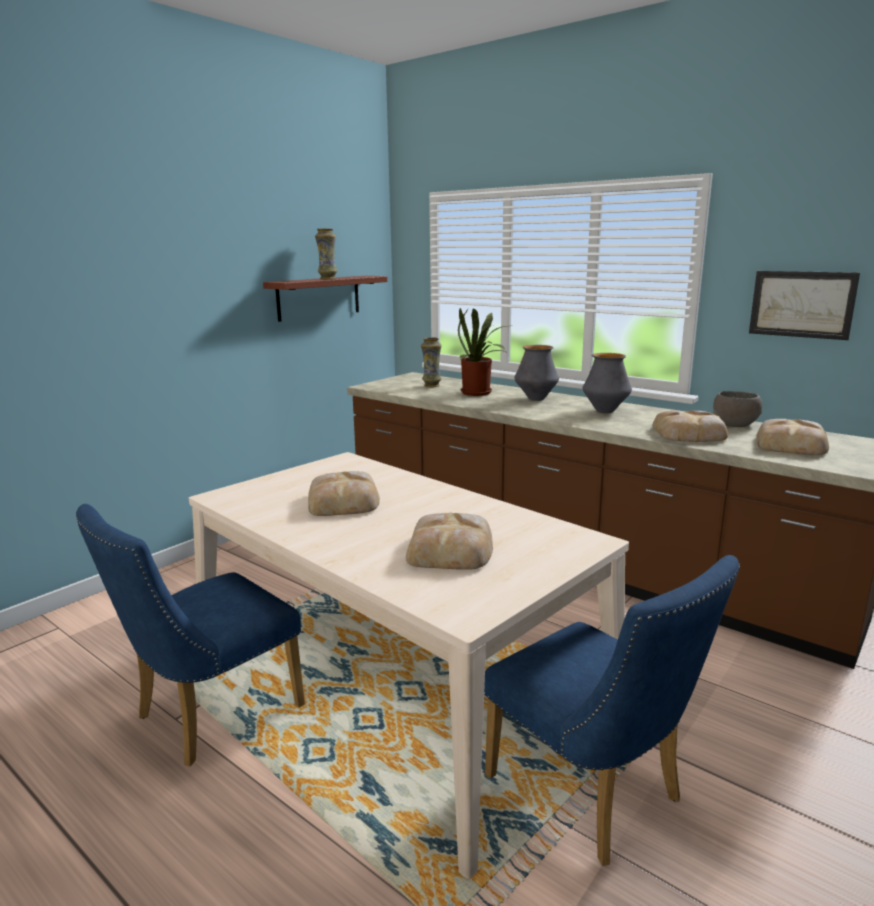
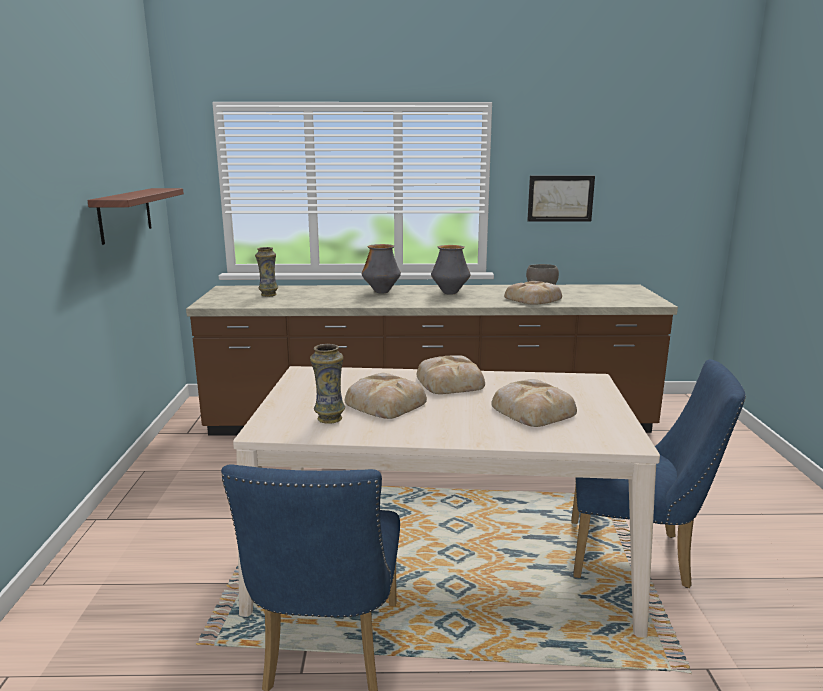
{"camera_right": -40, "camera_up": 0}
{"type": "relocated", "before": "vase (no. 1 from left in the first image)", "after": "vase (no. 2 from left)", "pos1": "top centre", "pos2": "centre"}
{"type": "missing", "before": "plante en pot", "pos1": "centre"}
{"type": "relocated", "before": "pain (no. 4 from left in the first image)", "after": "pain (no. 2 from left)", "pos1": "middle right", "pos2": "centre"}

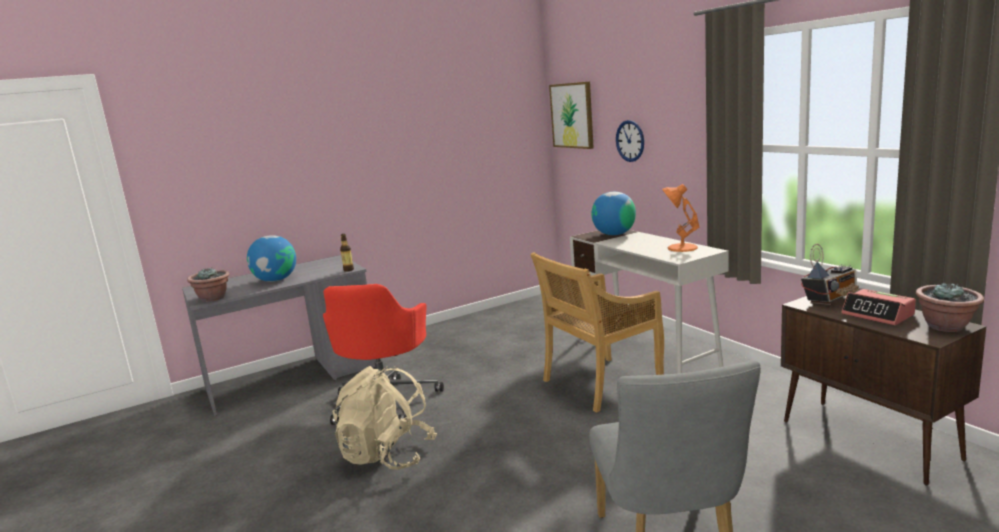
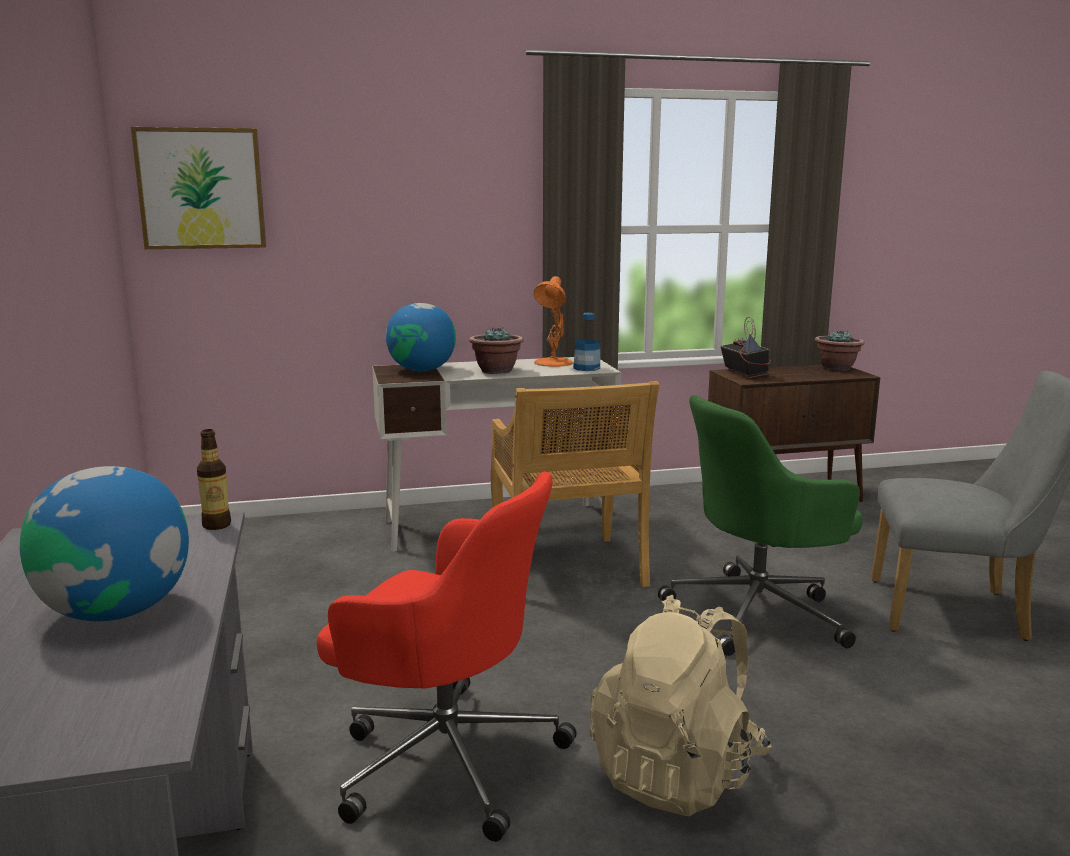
{"camera_right": -75, "camera_up": 0}
{"type": "relocated", "before": "plante en pot (no. 1 from left)", "pos1": "middle left", "pos2": "centre"}
{"type": "missing", "before": "horloge murale", "pos1": "top centre"}
{"type": "missing", "before": "réveil", "pos1": "middle right"}
{"type": "appeared", "after": "bouteille (no. 2 from left)", "pos2": "centre"}
{"type": "appeared", "after": "chaise de bureau [vert]", "pos2": "middle right"}

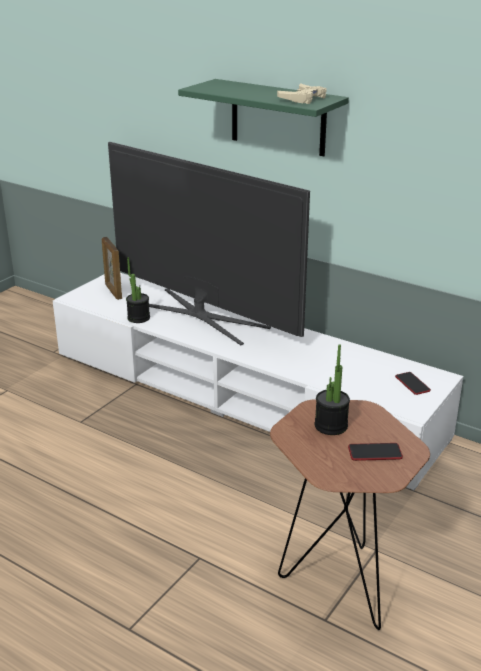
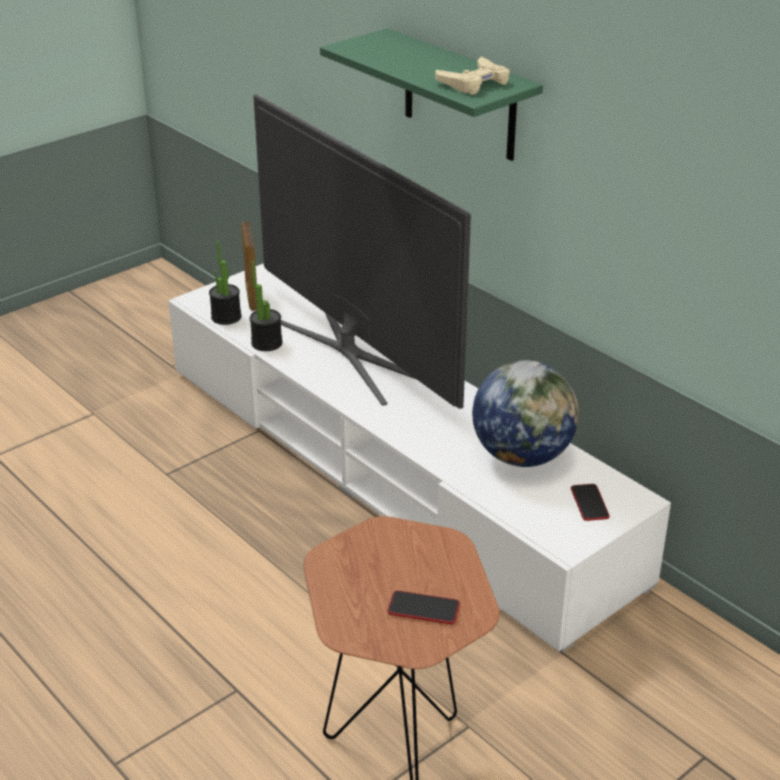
{"camera_right": 15, "camera_up": 5}
{"type": "relocated", "before": "plante en pot (no. 2 from left in the first image)", "after": "plante en pot (no. 1 from left)", "pos1": "middle right", "pos2": "middle left"}
{"type": "appeared", "after": "globe", "pos2": "middle right"}

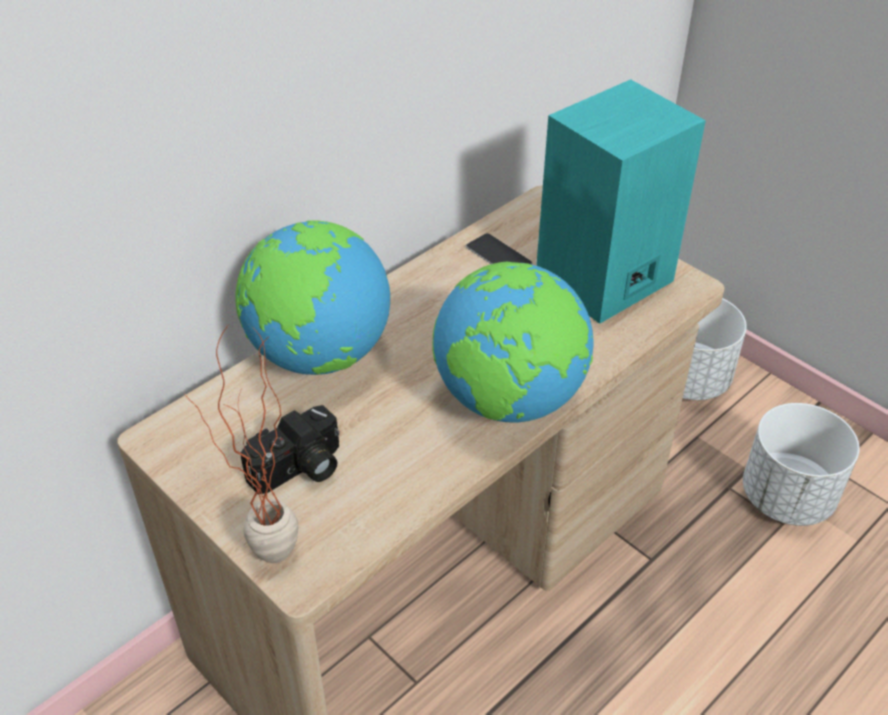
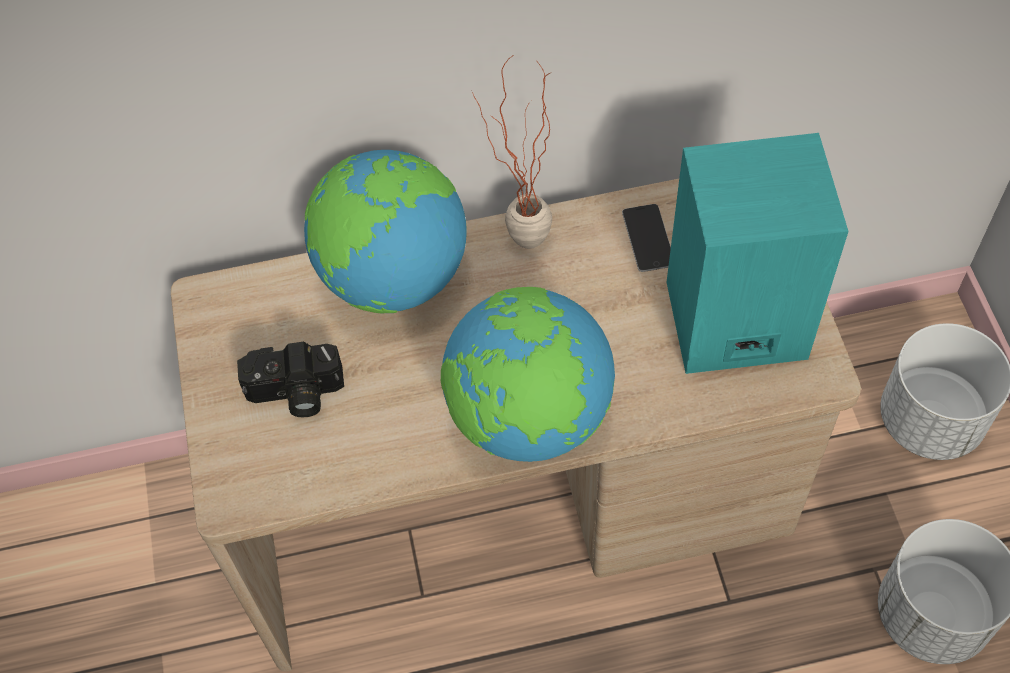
{"camera_right": 35, "camera_up": 15}
{"type": "relocated", "before": "plante en pot", "pos1": "middle left", "pos2": "top centre"}

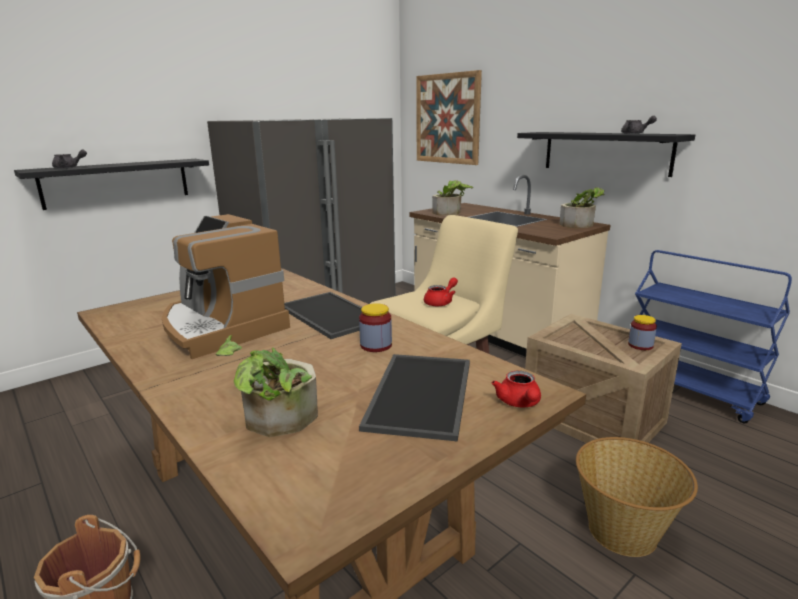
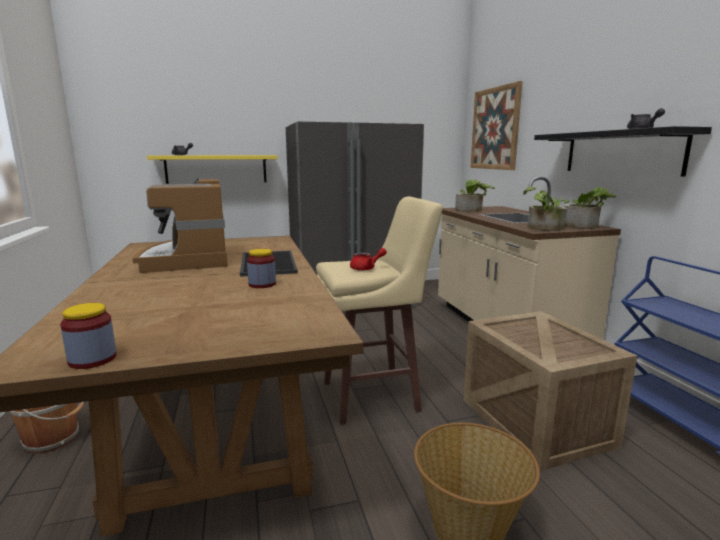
{"camera_right": 25, "camera_up": -5}
{"type": "colour", "before": "étagère [noir] (no. 1 from left)", "after": "étagère [jaune]", "pos1": "top left", "pos2": "top left"}
{"type": "relocated", "before": "plante en pot (no. 1 from left in the first image)", "after": "plante en pot (no. 2 from left)", "pos1": "centre", "pos2": "middle right"}
{"type": "missing", "before": "plateau (no. 2 from left)", "pos1": "centre"}
{"type": "missing", "before": "théière [rouge] (no. 2 from left)", "pos1": "centre"}
{"type": "relocated", "before": "bocal (no. 2 from left in the first image)", "after": "bocal (no. 1 from left)", "pos1": "middle right", "pos2": "middle left"}

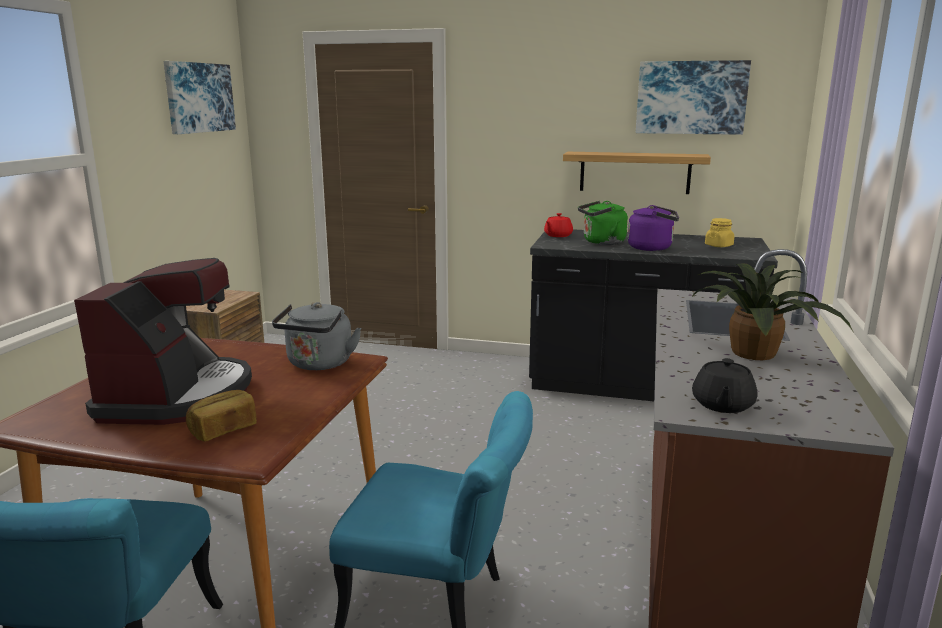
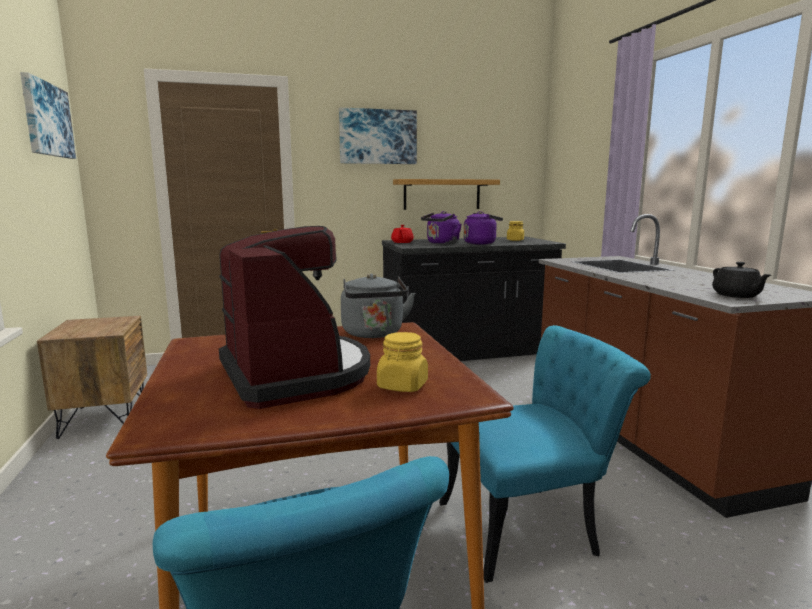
{"camera_right": -30, "camera_up": -5}
{"type": "exchanged", "before": "pain", "after": "bocal [jaune] (no. 1 from left)", "pos1": "middle left", "pos2": "centre"}
{"type": "colour", "before": "bouilloire [vert]", "after": "bouilloire [violet] (no. 1 from left)", "pos1": "centre", "pos2": "centre"}
{"type": "relocated", "before": "tableau (no. 2 from left)", "pos1": "top right", "pos2": "top centre"}
{"type": "missing", "before": "plante en pot", "pos1": "middle right"}

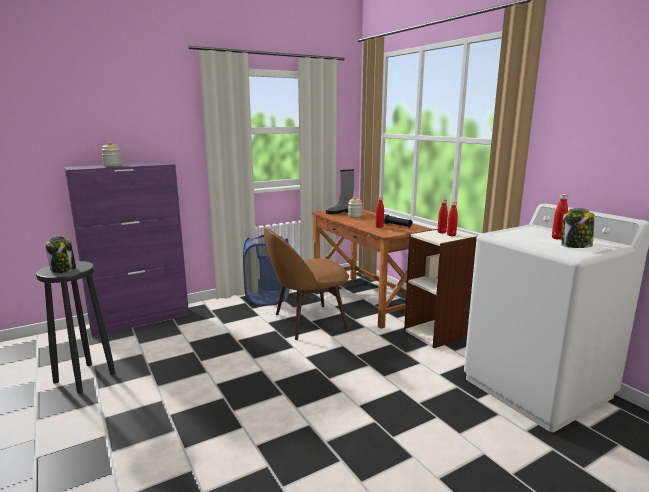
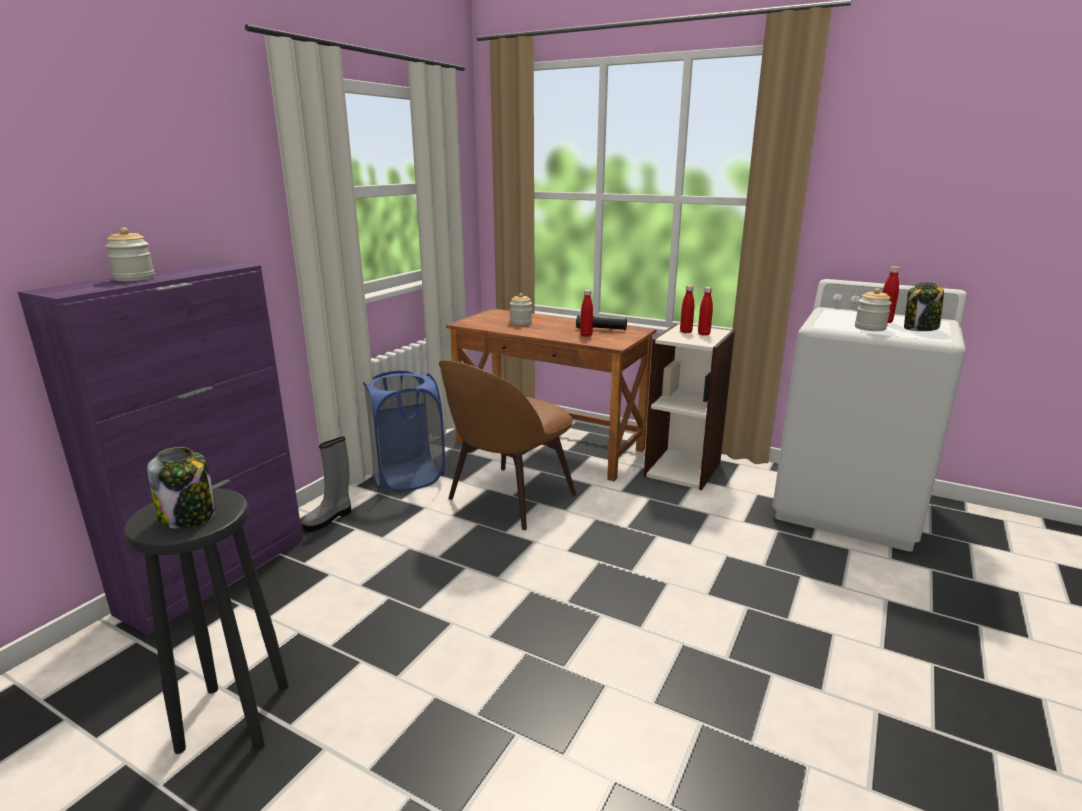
{"camera_right": -30, "camera_up": 5}
{"type": "relocated", "before": "botte [gris]", "pos1": "centre", "pos2": "middle left"}
{"type": "appeared", "after": "bocal (no. 4 from left)", "pos2": "middle right"}

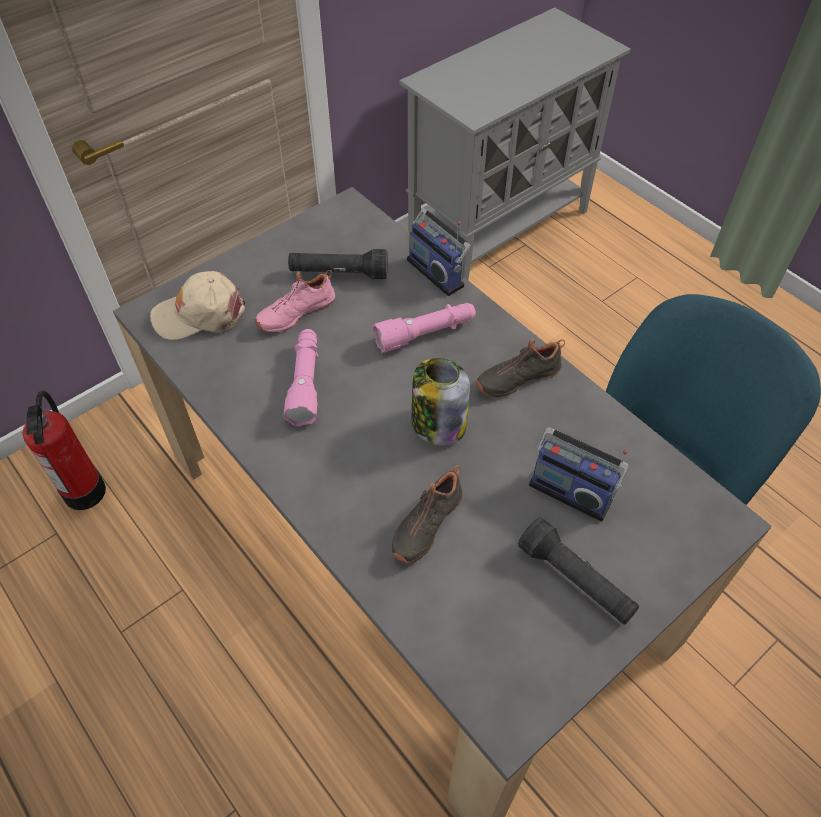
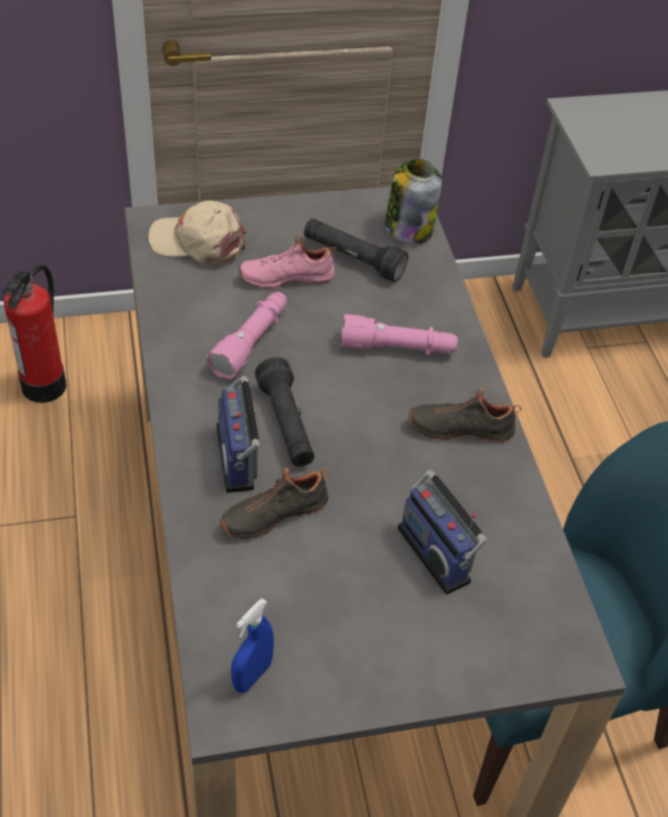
{"camera_right": 25, "camera_up": -5}
{"type": "relocated", "before": "radio (no. 1 from left)", "pos1": "top centre", "pos2": "centre"}
{"type": "relocated", "before": "bocal", "pos1": "centre", "pos2": "top centre"}
{"type": "relocated", "before": "lampe de poche [noir] (no. 2 from left in the first image)", "after": "lampe de poche [noir] (no. 1 from left)", "pos1": "bottom right", "pos2": "centre"}
{"type": "appeared", "after": "vaporisateur [bleu]", "pos2": "bottom centre"}

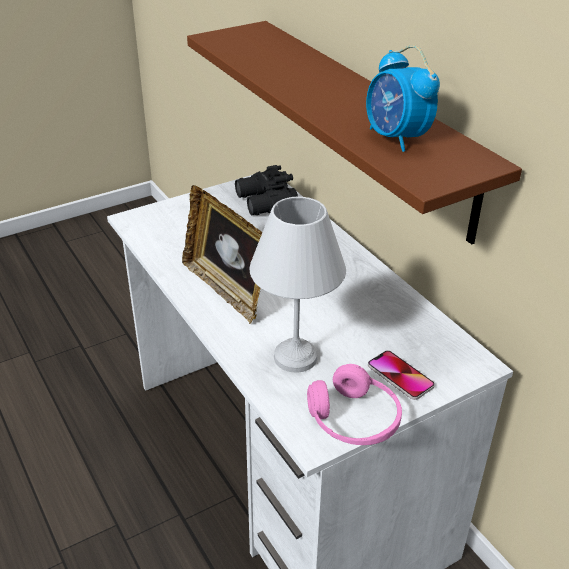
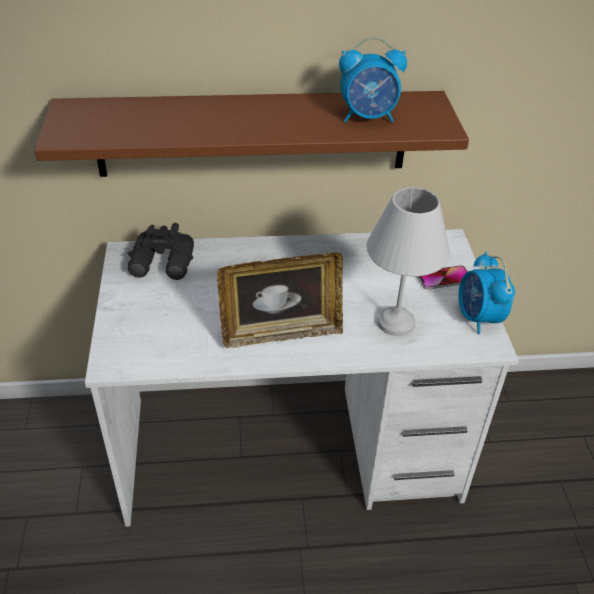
{"camera_right": -65, "camera_up": 5}
{"type": "exchanged", "before": "casque audio [rose]", "after": "réveil (no. 2 from left)", "pos1": "bottom centre", "pos2": "middle right"}

